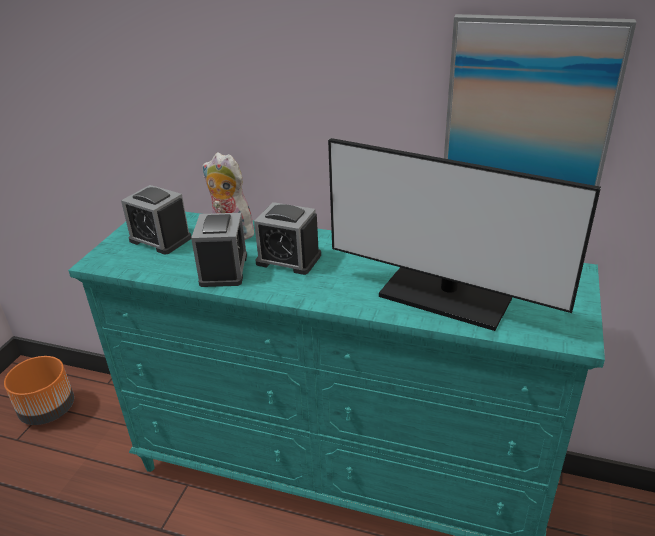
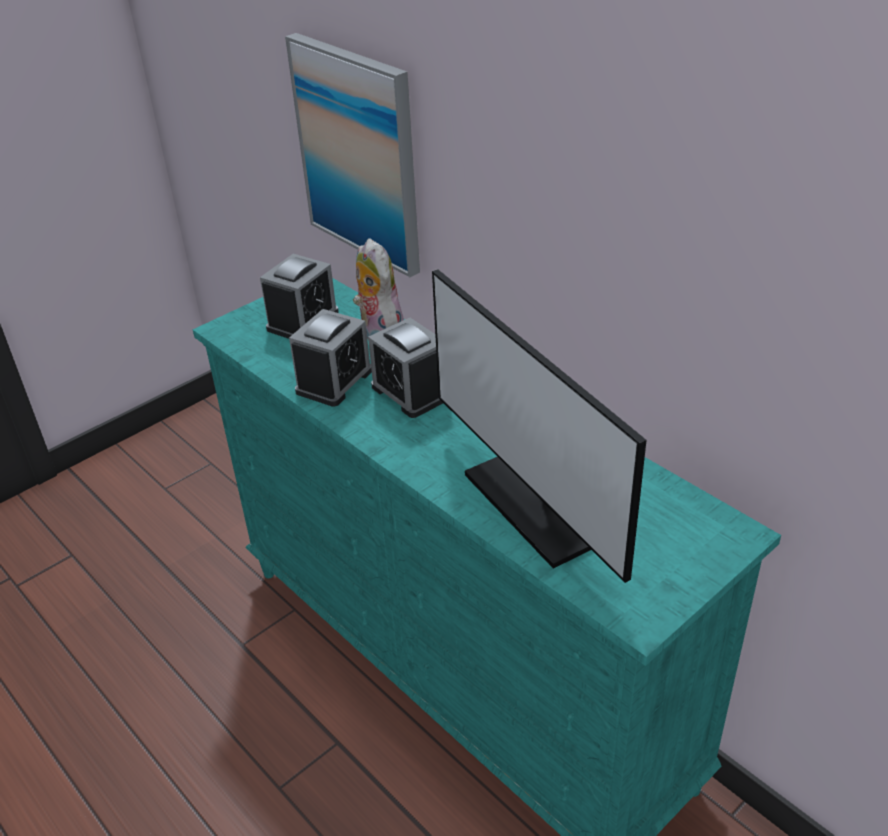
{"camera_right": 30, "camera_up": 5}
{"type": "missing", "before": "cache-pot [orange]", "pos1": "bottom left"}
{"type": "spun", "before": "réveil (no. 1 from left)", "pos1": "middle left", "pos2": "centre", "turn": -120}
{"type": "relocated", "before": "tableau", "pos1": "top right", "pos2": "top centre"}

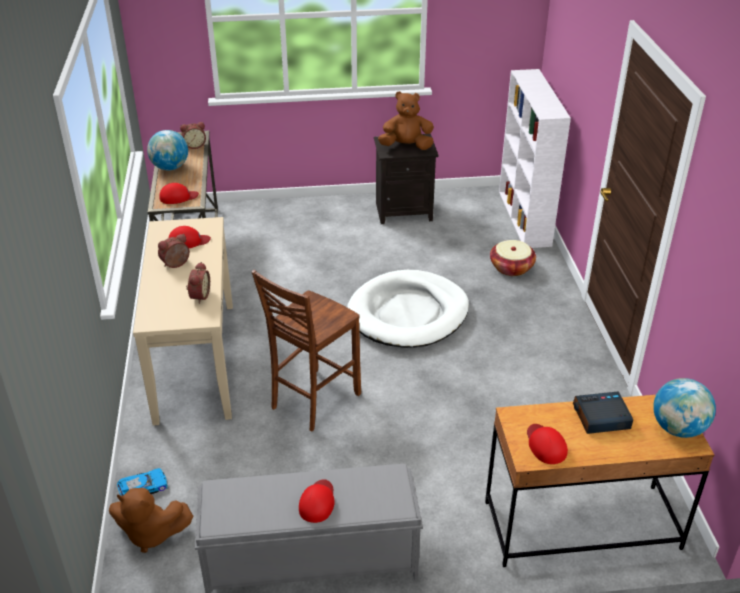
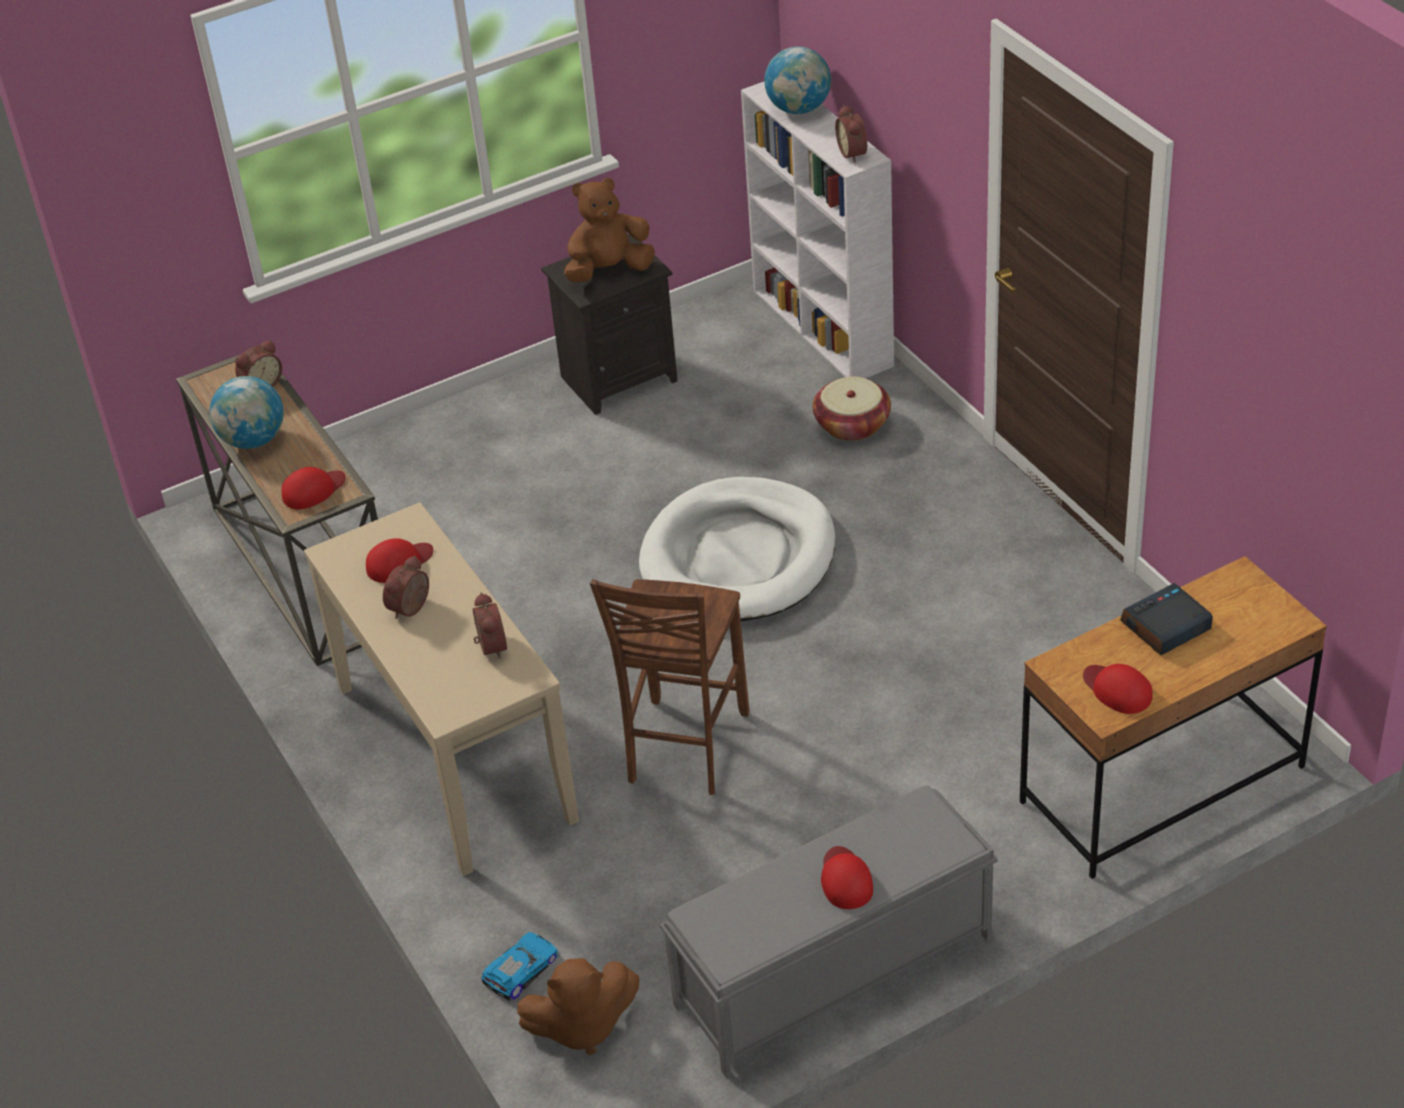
{"camera_right": -20, "camera_up": 5}
{"type": "relocated", "before": "globe (no. 2 from left)", "pos1": "bottom right", "pos2": "top centre"}
{"type": "appeared", "after": "réveil (no. 4 from left)", "pos2": "top centre"}

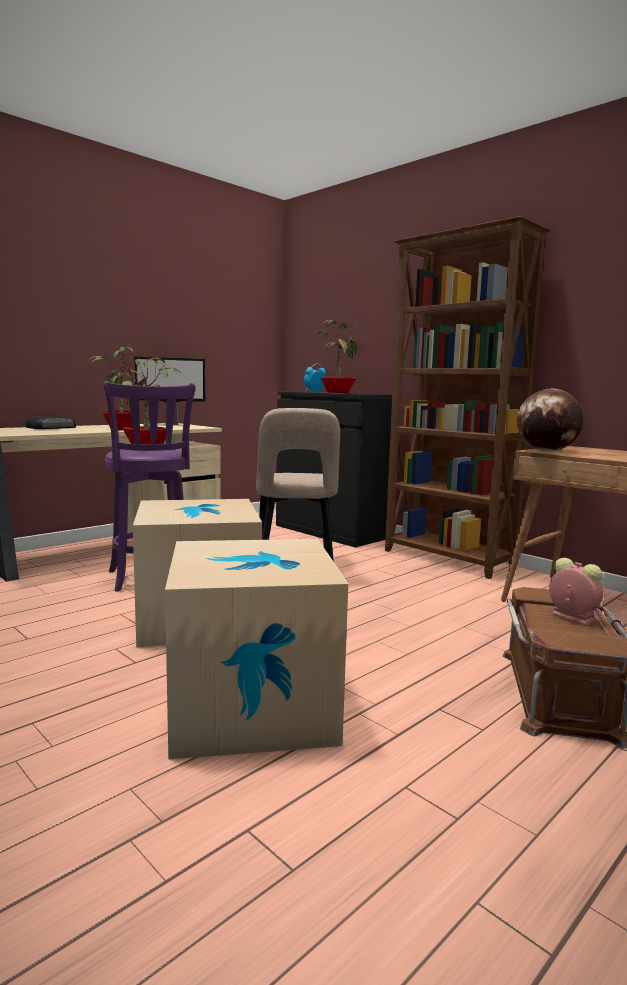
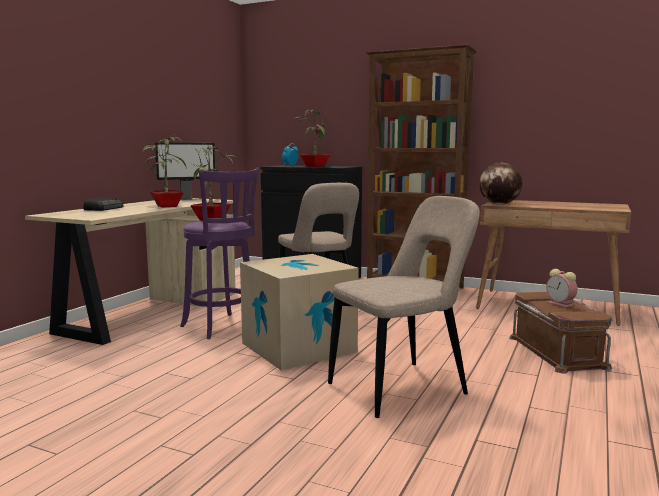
{"camera_right": -20, "camera_up": 0}
{"type": "exchanged", "before": "carton (no. 2 from left)", "after": "chaise [beige] (no. 2 from left)", "pos1": "centre", "pos2": "centre"}
{"type": "spun", "before": "réveil (no. 2 from left)", "pos1": "middle right", "pos2": "middle right", "turn": -150}

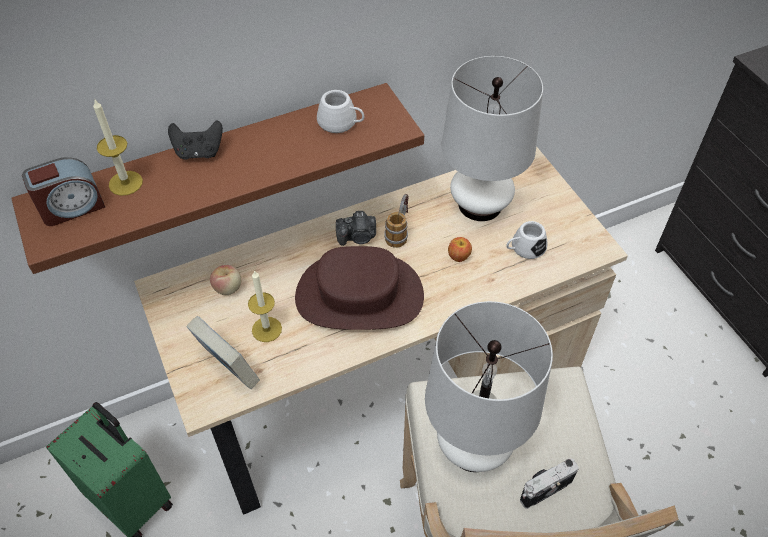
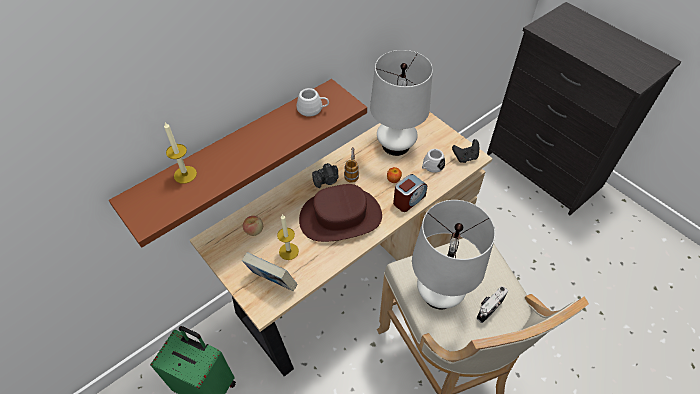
{"camera_right": -15, "camera_up": 0}
{"type": "relocated", "before": "réveil", "pos1": "middle left", "pos2": "centre"}
{"type": "relocated", "before": "manette [noir]", "pos1": "top left", "pos2": "centre"}

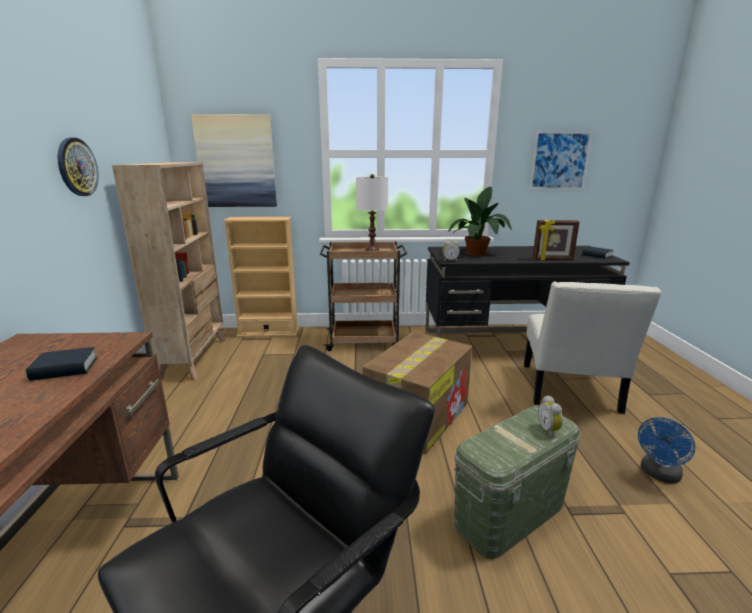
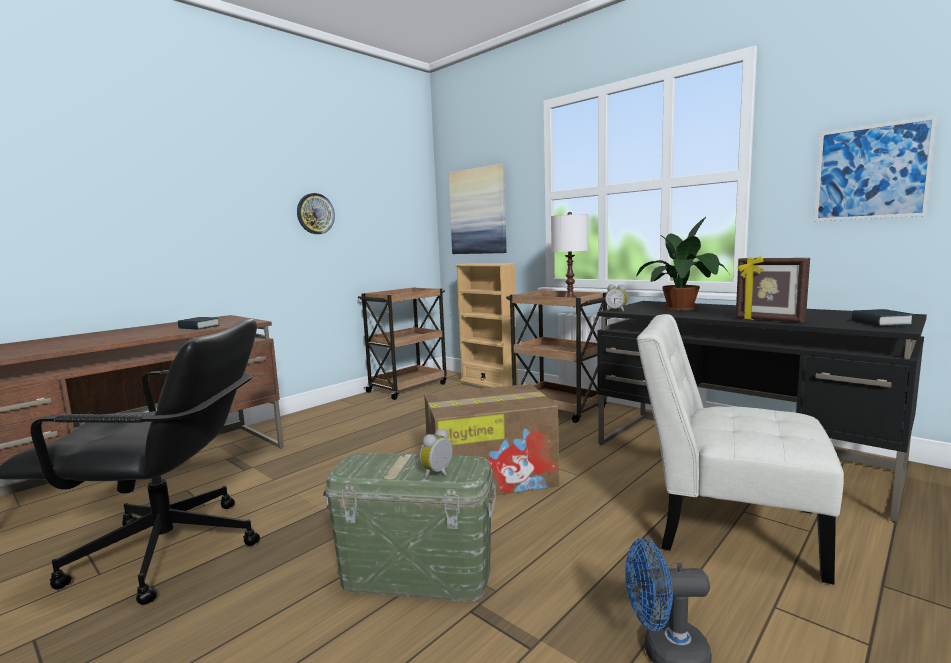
{"camera_right": 45, "camera_up": -10}
{"type": "exchanged", "before": "bibliothèque [beige] (no. 1 from left)", "after": "chariot [marron] (no. 1 from left)", "pos1": "middle left", "pos2": "centre"}
{"type": "spun", "before": "chaise [blanc]", "pos1": "middle right", "pos2": "bottom right", "turn": 60}

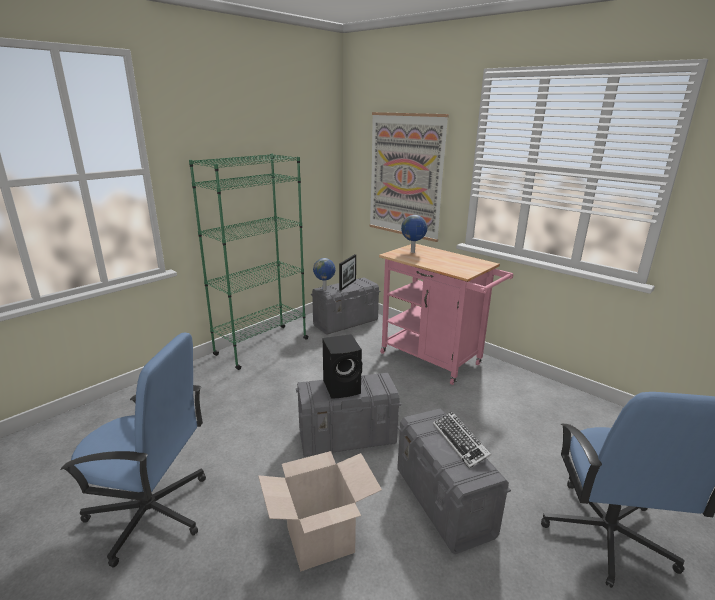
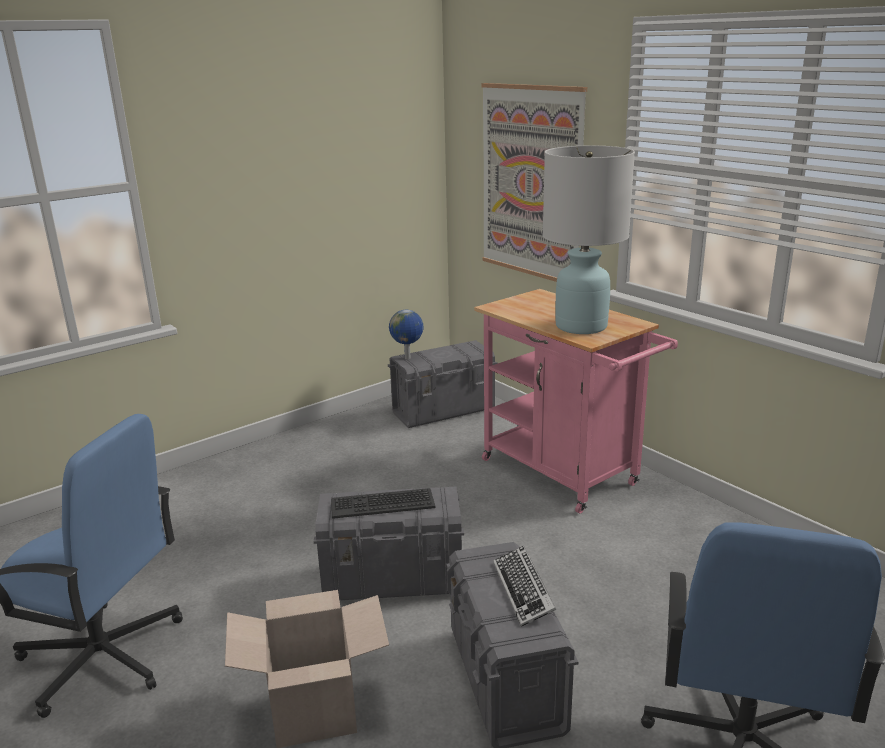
{"camera_right": 10, "camera_up": 0}
{"type": "missing", "before": "bibliothèque [vert]", "pos1": "centre"}
{"type": "exchanged", "before": "enceinte [noir]", "after": "clavier (no. 1 from left)", "pos1": "centre", "pos2": "bottom centre"}
{"type": "missing", "before": "cadre photo", "pos1": "centre"}
{"type": "missing", "before": "globe (no. 2 from left)", "pos1": "centre"}
{"type": "appeared", "after": "lampe de table [blanc]", "pos2": "top centre"}

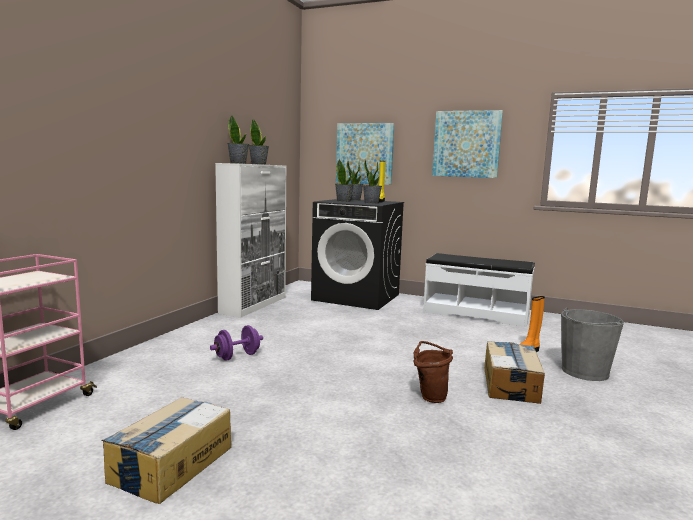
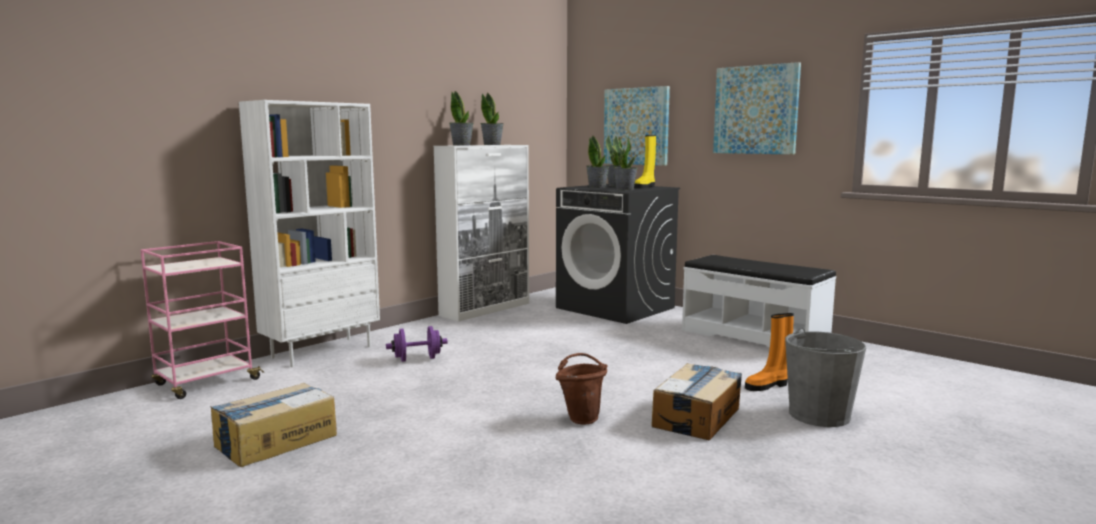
{"camera_right": 20, "camera_up": 0}
{"type": "appeared", "after": "bibliothèque [blanc]", "pos2": "middle left"}

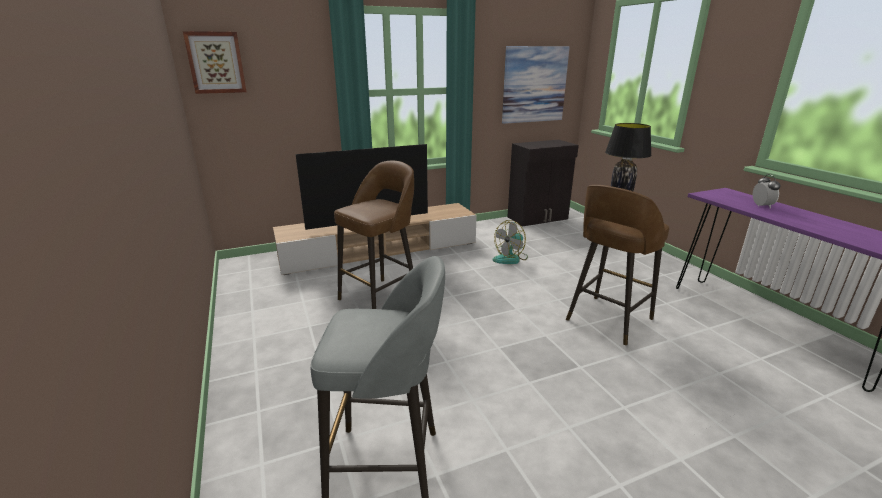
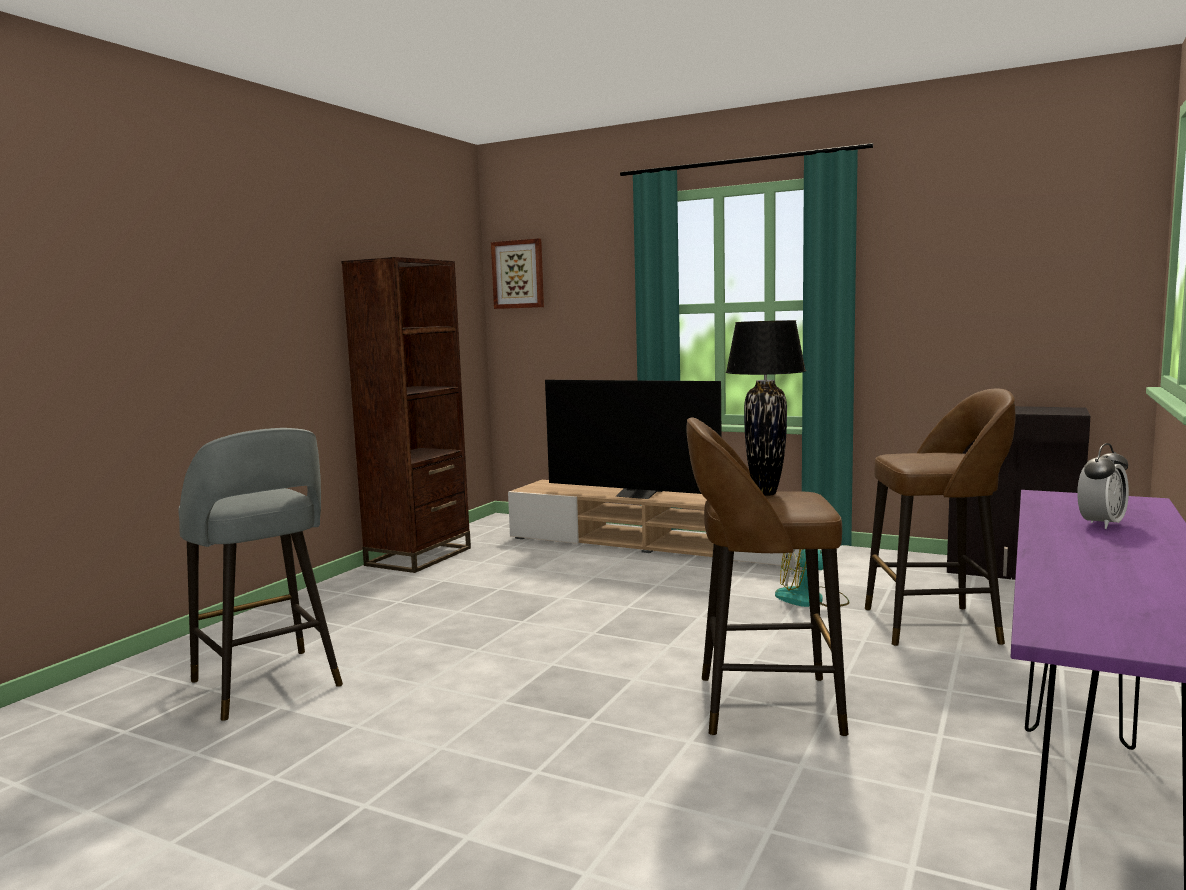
{"camera_right": 50, "camera_up": -15}
{"type": "relocated", "before": "tabouret [marron] (no. 1 from left in the first image)", "after": "tabouret [marron] (no. 2 from left)", "pos1": "centre", "pos2": "middle right"}
{"type": "missing", "before": "tableau (no. 2 from left)", "pos1": "top centre"}
{"type": "appeared", "after": "bibliothèque [marron]", "pos2": "centre"}

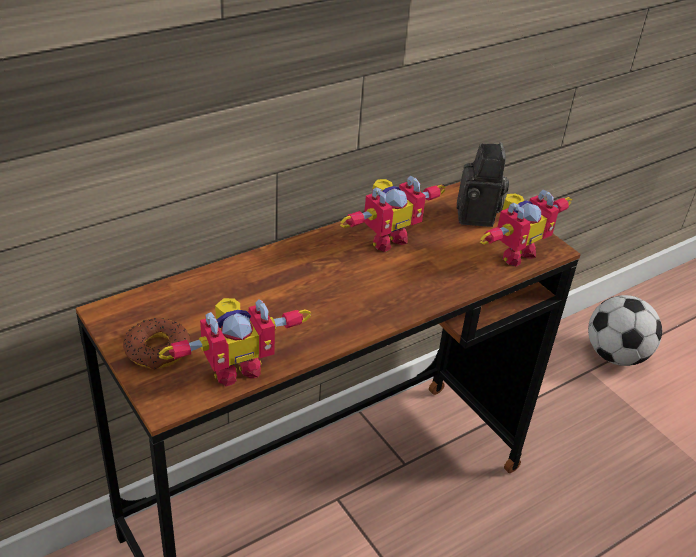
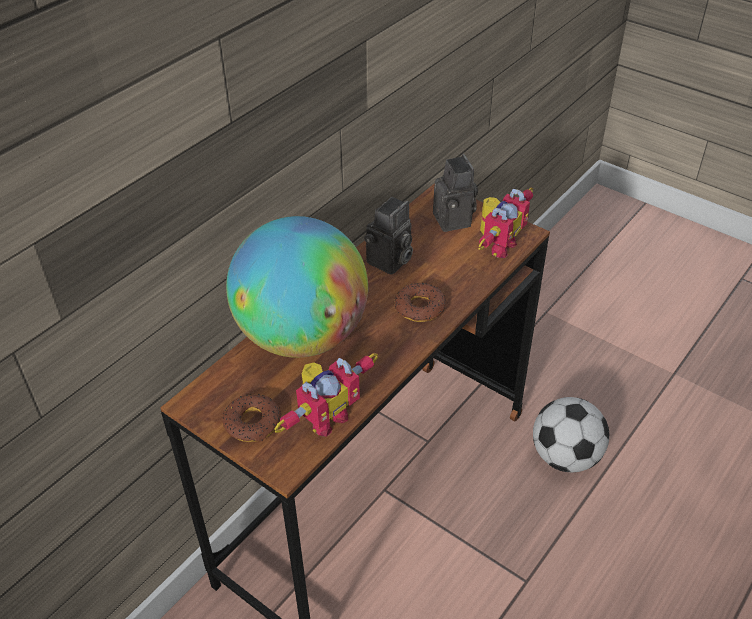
{"camera_right": -15, "camera_up": 5}
{"type": "exchanged", "before": "robot jouet (no. 2 from left)", "after": "appareil photo (no. 1 from left)", "pos1": "centre", "pos2": "centre"}
{"type": "relocated", "before": "ballon de foot", "pos1": "middle right", "pos2": "bottom right"}
{"type": "appeared", "after": "globe", "pos2": "centre"}
{"type": "appeared", "after": "beignet (no. 2 from left)", "pos2": "centre"}

